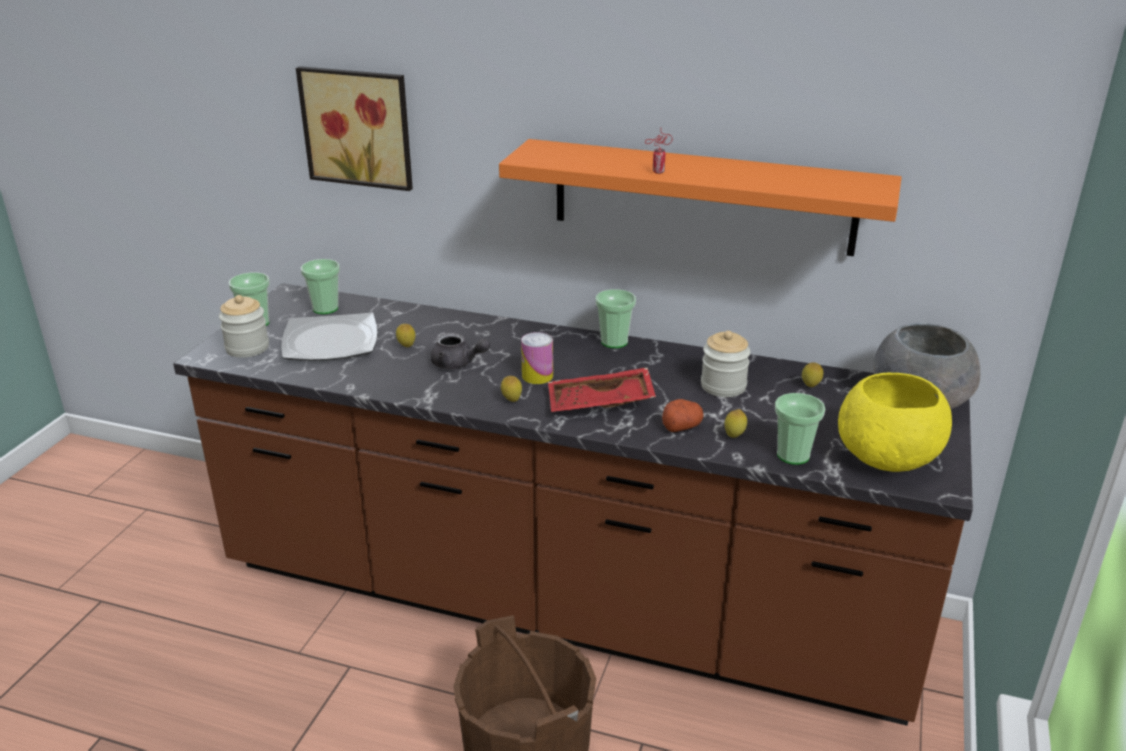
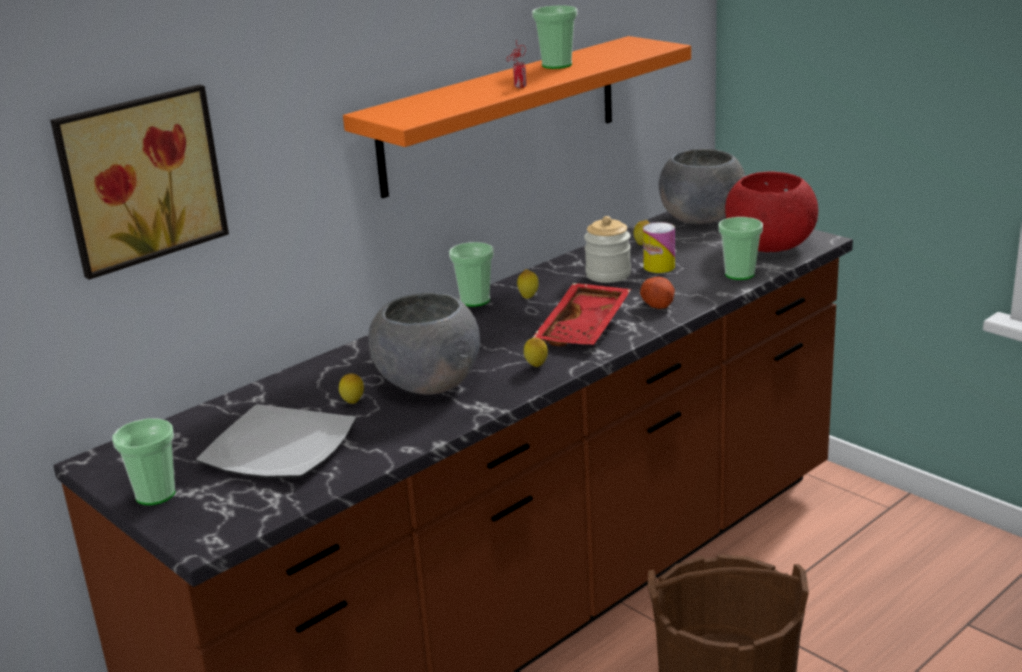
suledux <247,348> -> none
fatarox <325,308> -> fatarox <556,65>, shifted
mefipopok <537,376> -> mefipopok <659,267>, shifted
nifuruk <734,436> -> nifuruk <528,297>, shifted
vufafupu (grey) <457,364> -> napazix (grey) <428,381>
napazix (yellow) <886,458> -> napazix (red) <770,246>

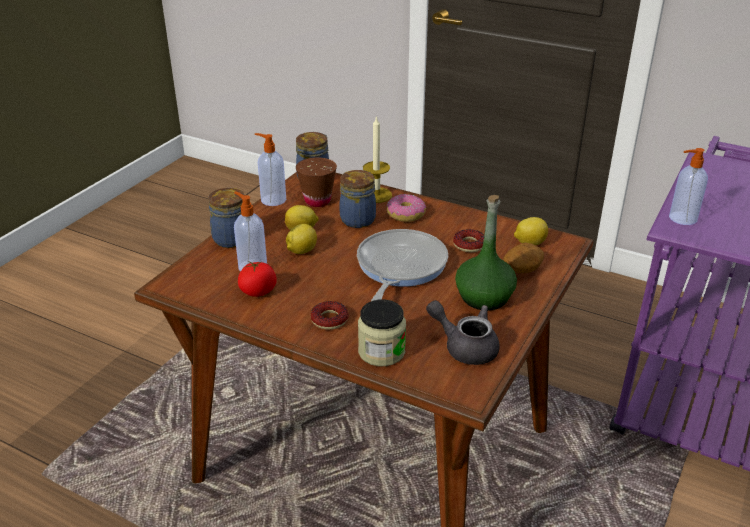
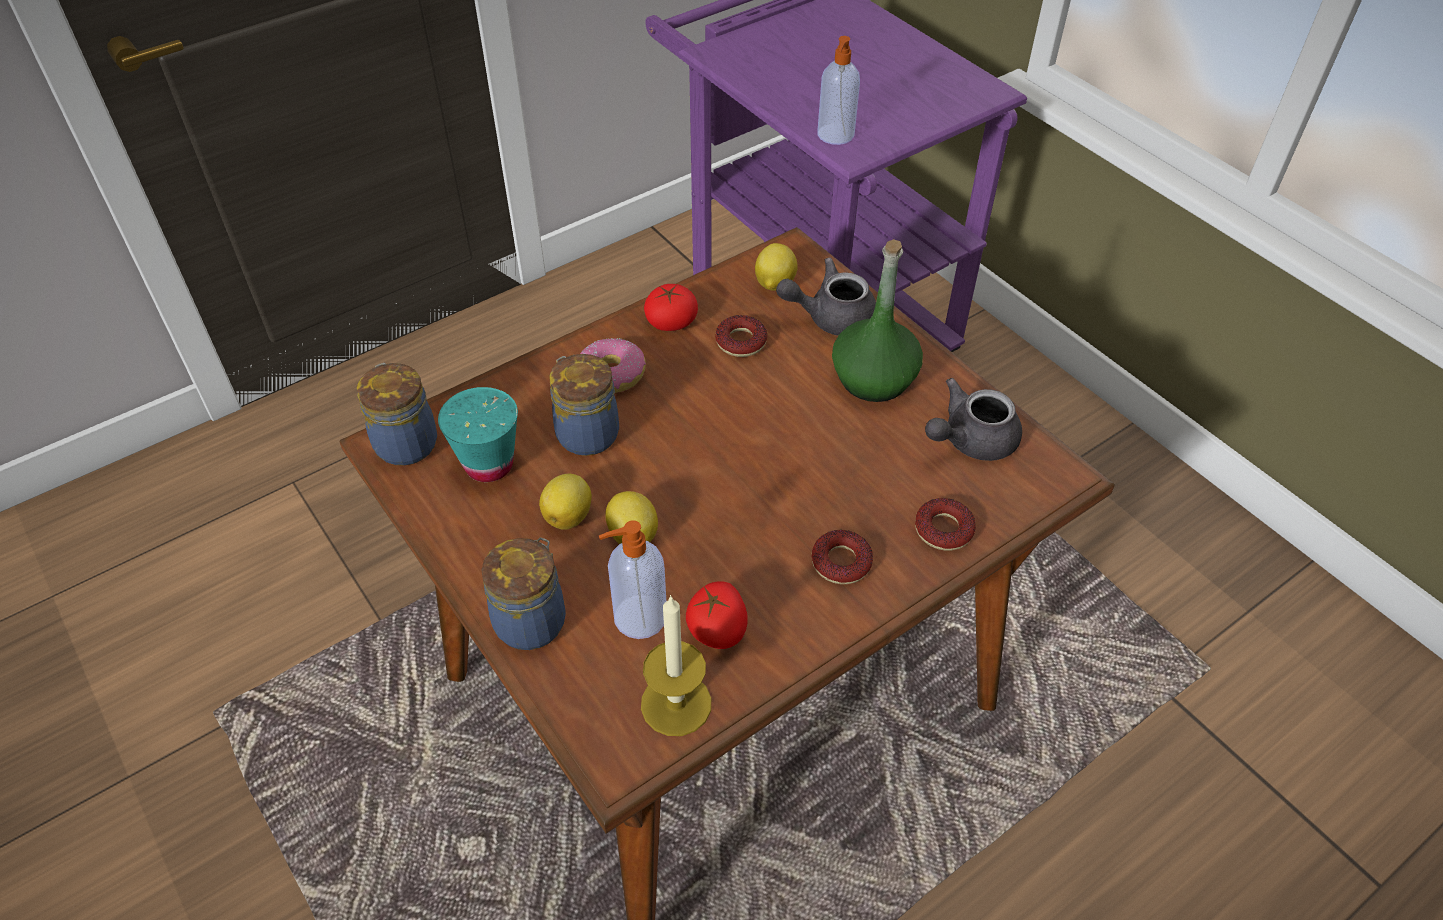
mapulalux <272,200> -> none
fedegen <399,267> -> none
none -> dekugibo <671,322>
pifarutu <376,195> -> pifarutu <676,704>, shifted
suledux <381,351> -> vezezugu <943,529>
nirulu <522,269> -> vufafupu (grey) <830,317>
fatarox (brown) <317,201> -> fatarox (turquoise) <489,465>

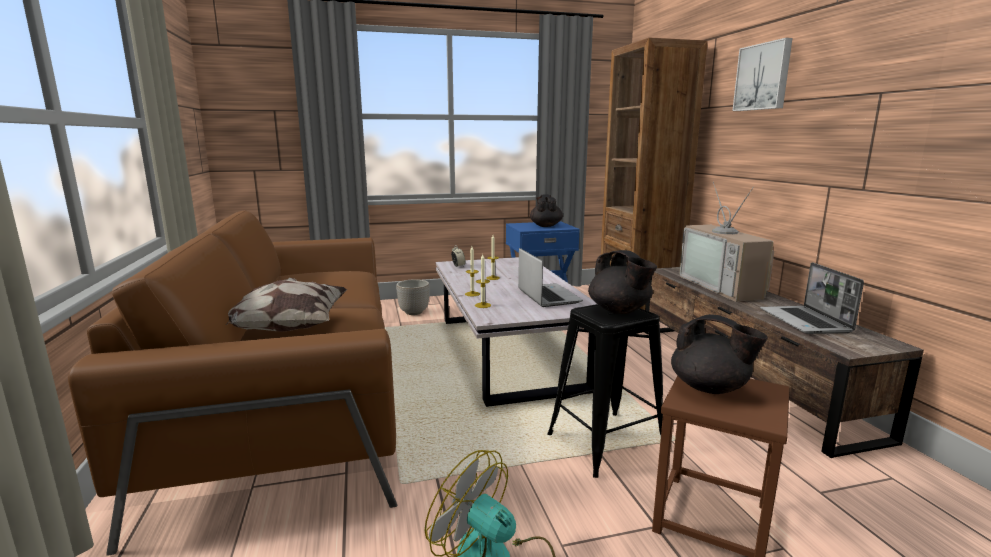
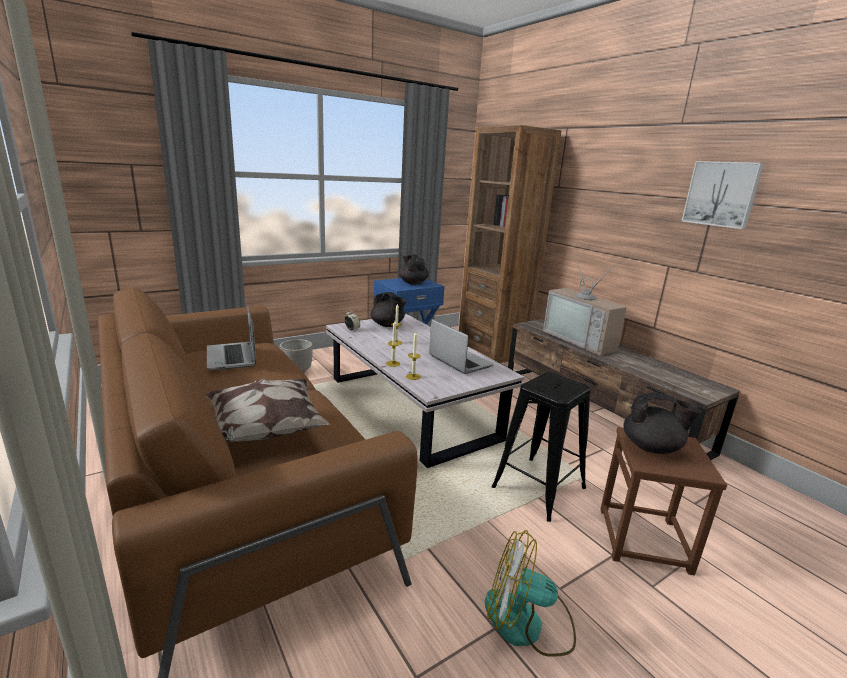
vufafupu (black) <619,311> -> vufafupu (black) <387,325>, shifted
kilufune <763,77> -> kilufune <721,194>, shifted
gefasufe <805,321> -> gefasufe <232,357>, shifted

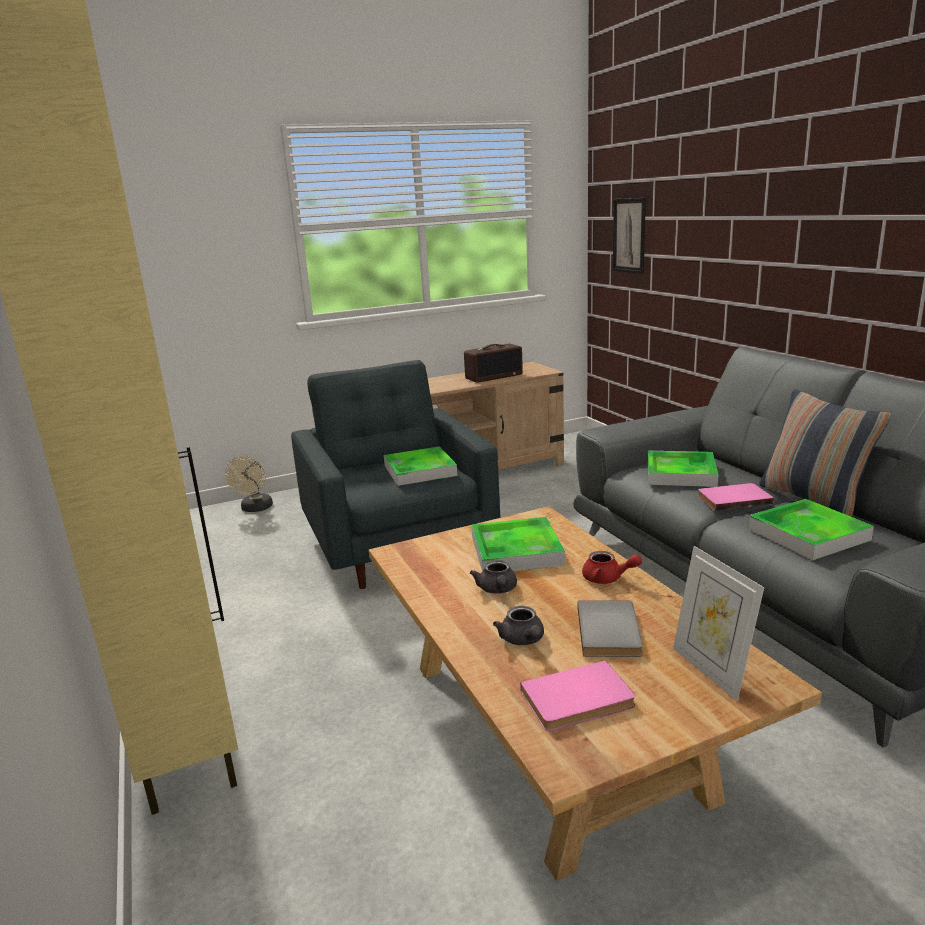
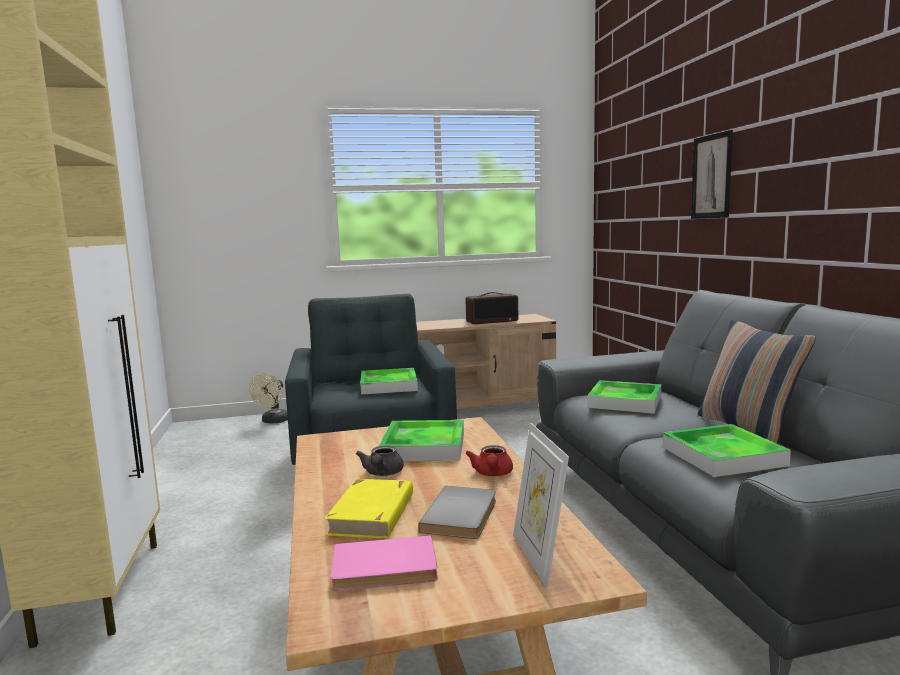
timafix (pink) <733,499> -> none
kilufune <629,235> -> kilufune <711,176>, shifted
vufafupu (grey) <523,640> -> timafix (yellow) <373,514>
vufafupu (red) <607,578> -> vufafupu (red) <492,474>, 60 degrees clockwise

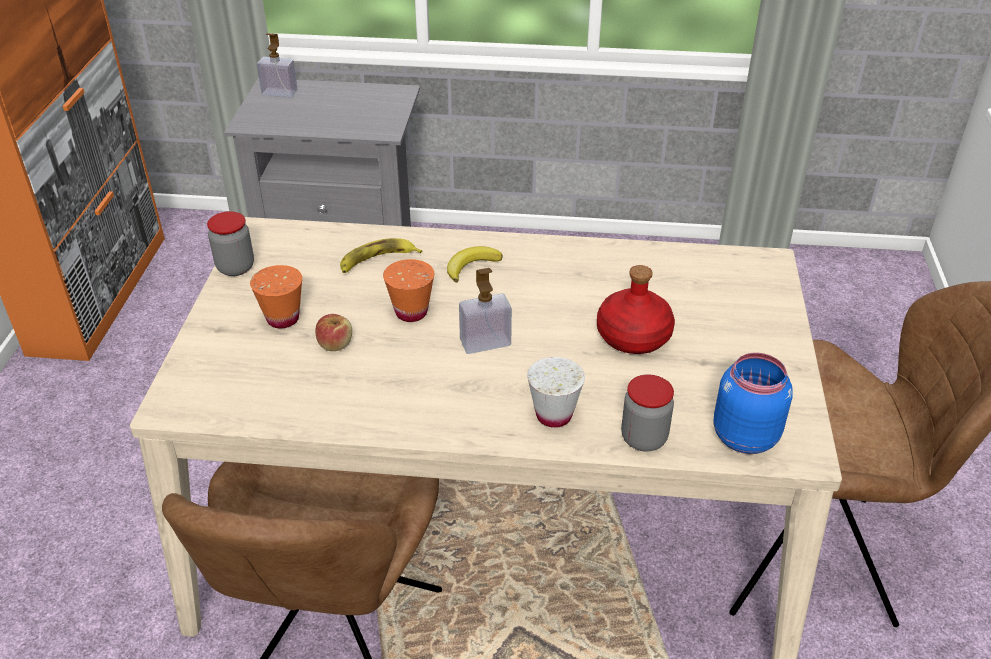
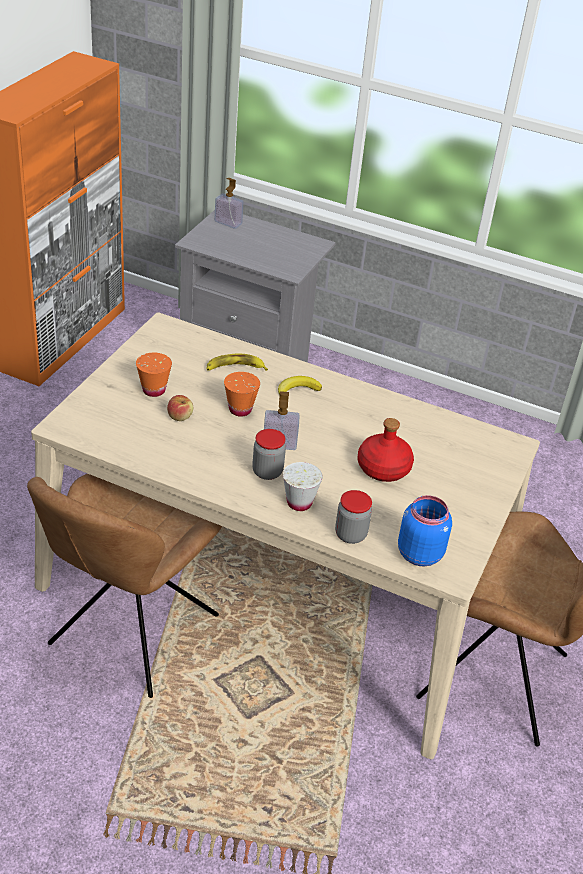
suledux <235,267> -> suledux <267,472>, shifted

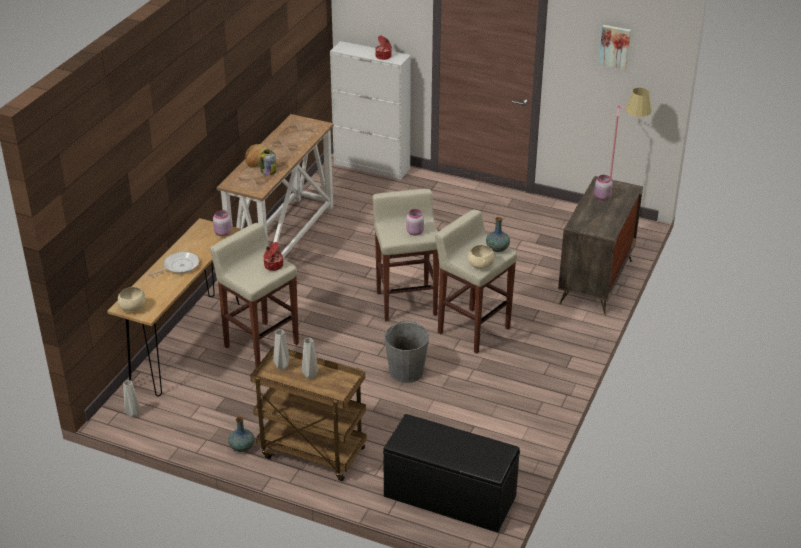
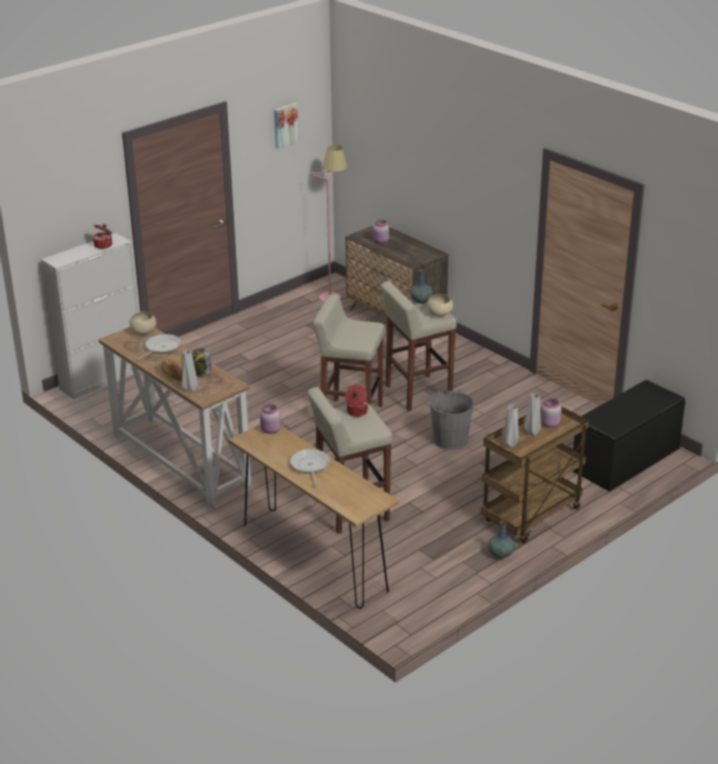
none -> fedegen <161,348>
napazix (beige) <132,308> -> napazix (beige) <144,332>, shifted
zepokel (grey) <133,414> -> zepokel (grey) <190,389>, shifted
suledux (pink) <414,232> -> suledux (pink) <549,424>, shifted

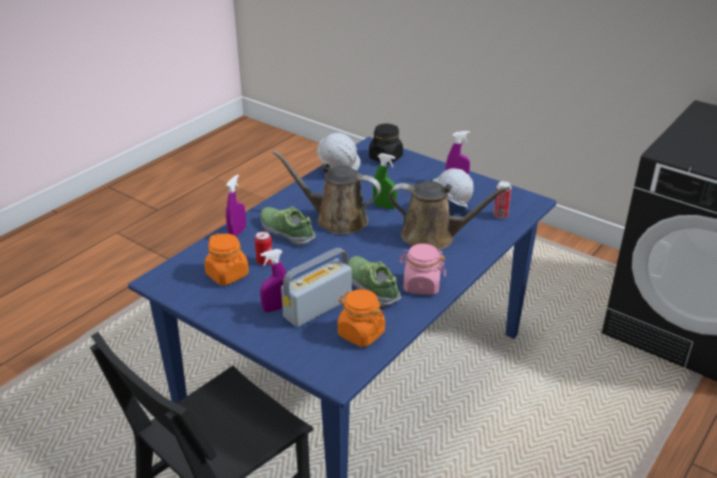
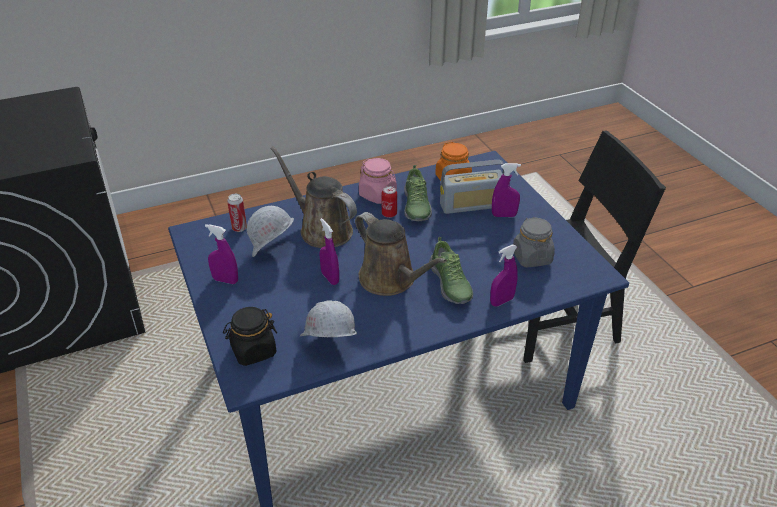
mefipopok <264,261> -> mefipopok <389,214>, shifted
suledux (orange) <227,275> -> suledux (grey) <531,257>
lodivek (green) <384,206> -> lodivek (purple) <330,278>

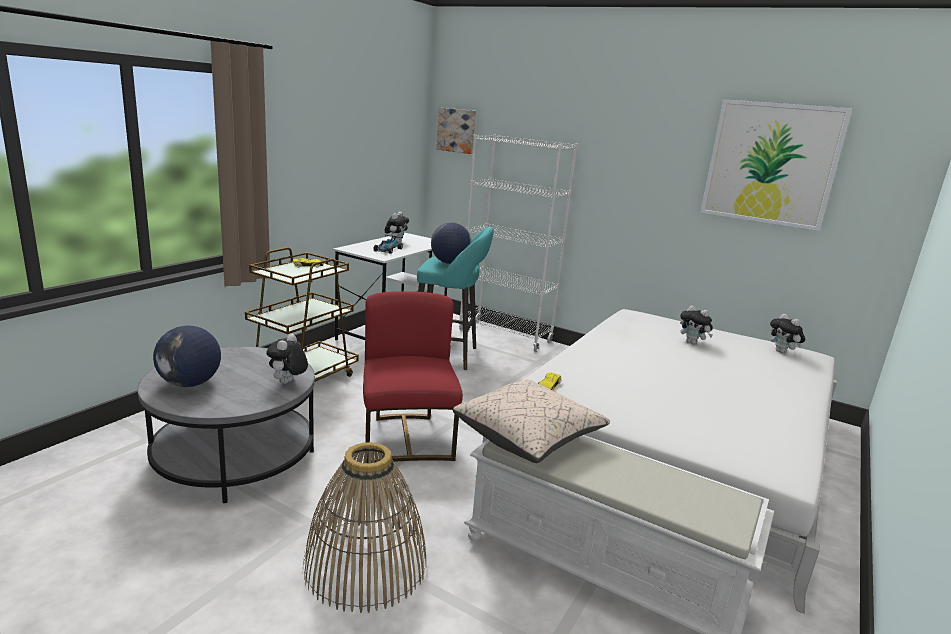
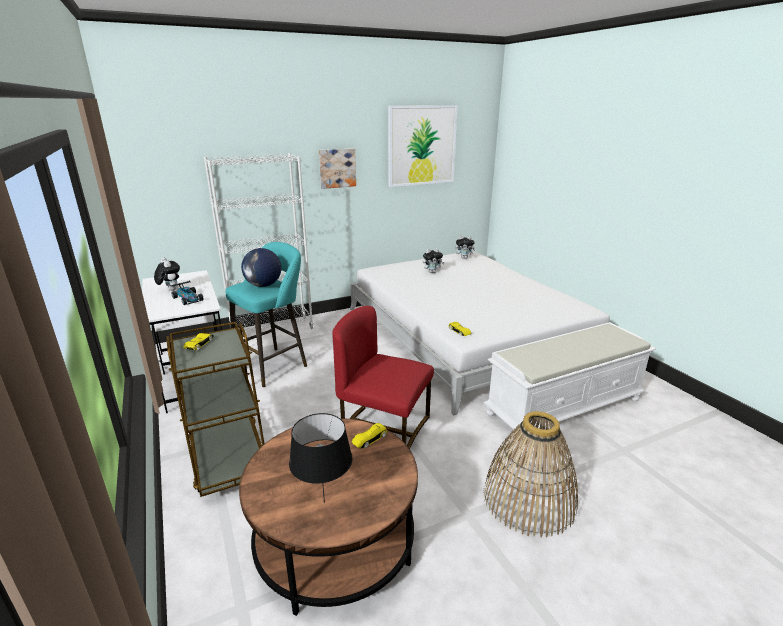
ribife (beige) <528,436> -> none
kilufune <457,130> -> kilufune <337,168>, shifted
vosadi <190,384> -> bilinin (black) <325,502>
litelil <288,383> -> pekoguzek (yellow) <369,438>
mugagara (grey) <234,456> -> mugagara (brown) <335,541>

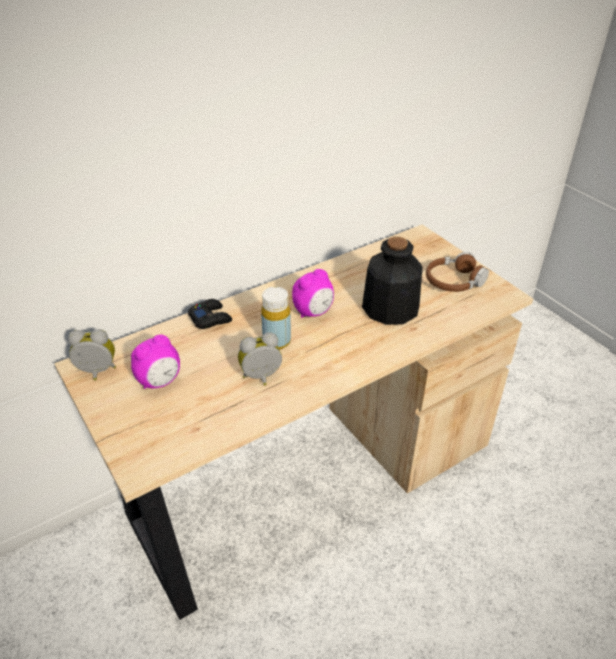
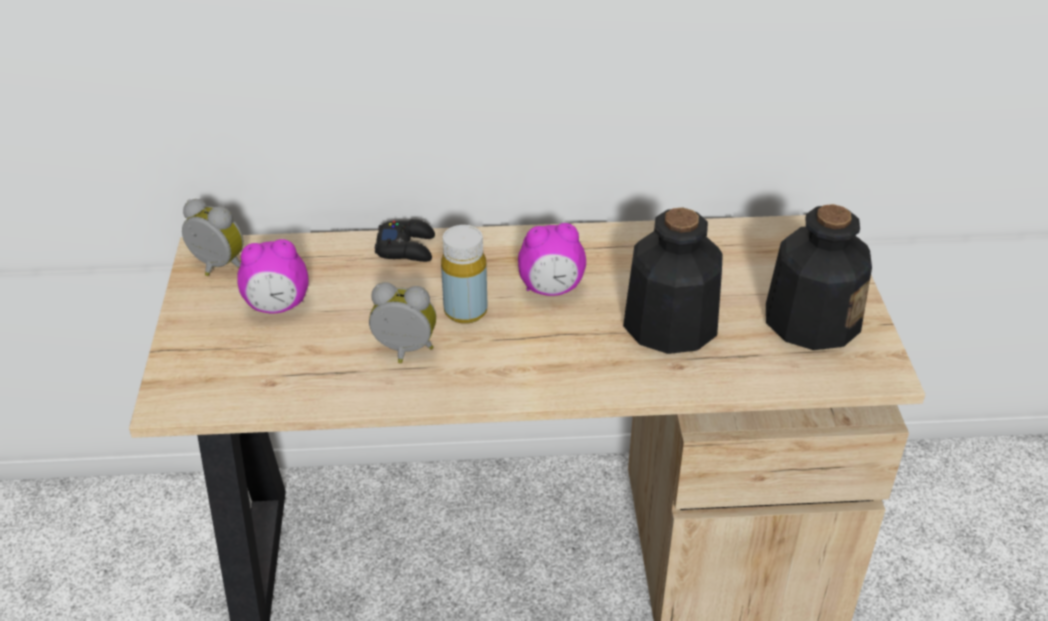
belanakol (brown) <453,281> -> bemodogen <810,320>

